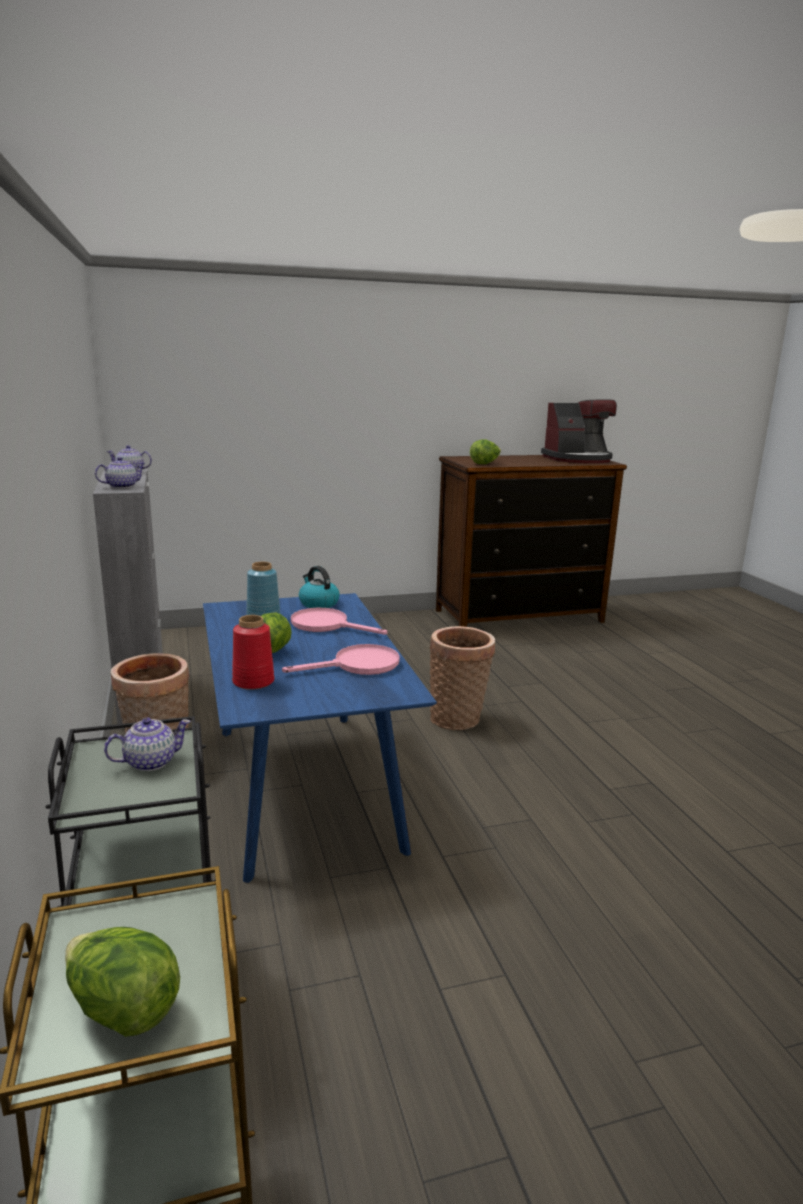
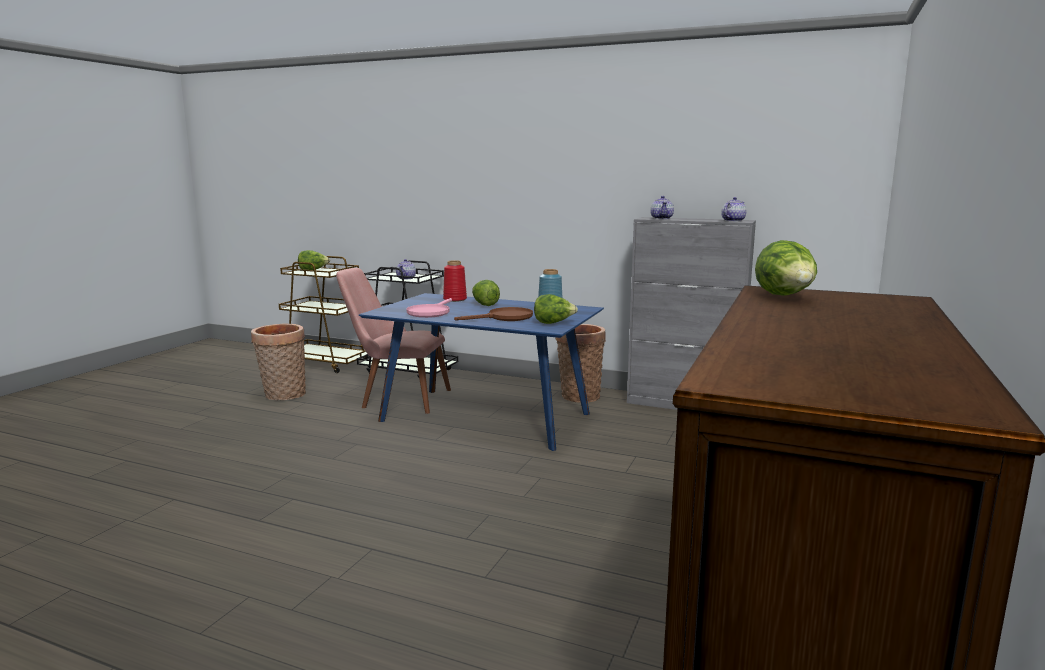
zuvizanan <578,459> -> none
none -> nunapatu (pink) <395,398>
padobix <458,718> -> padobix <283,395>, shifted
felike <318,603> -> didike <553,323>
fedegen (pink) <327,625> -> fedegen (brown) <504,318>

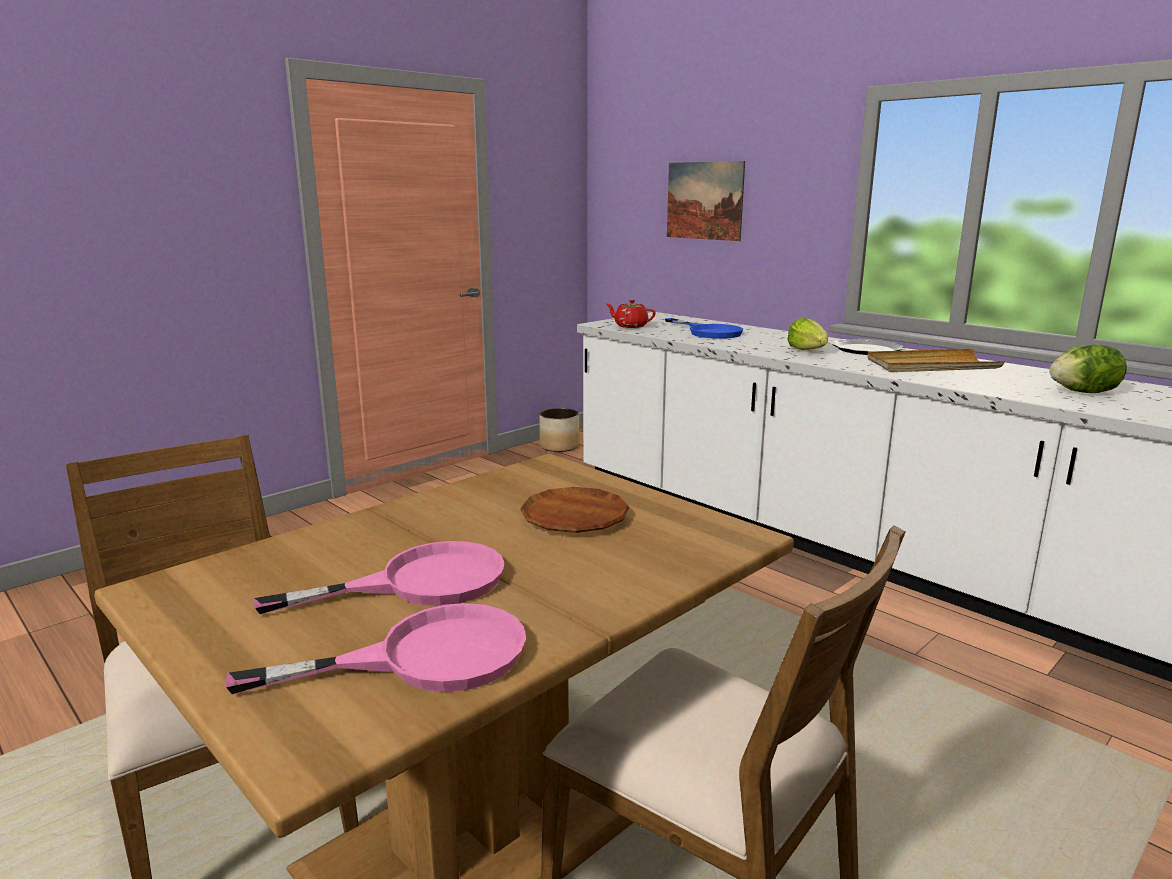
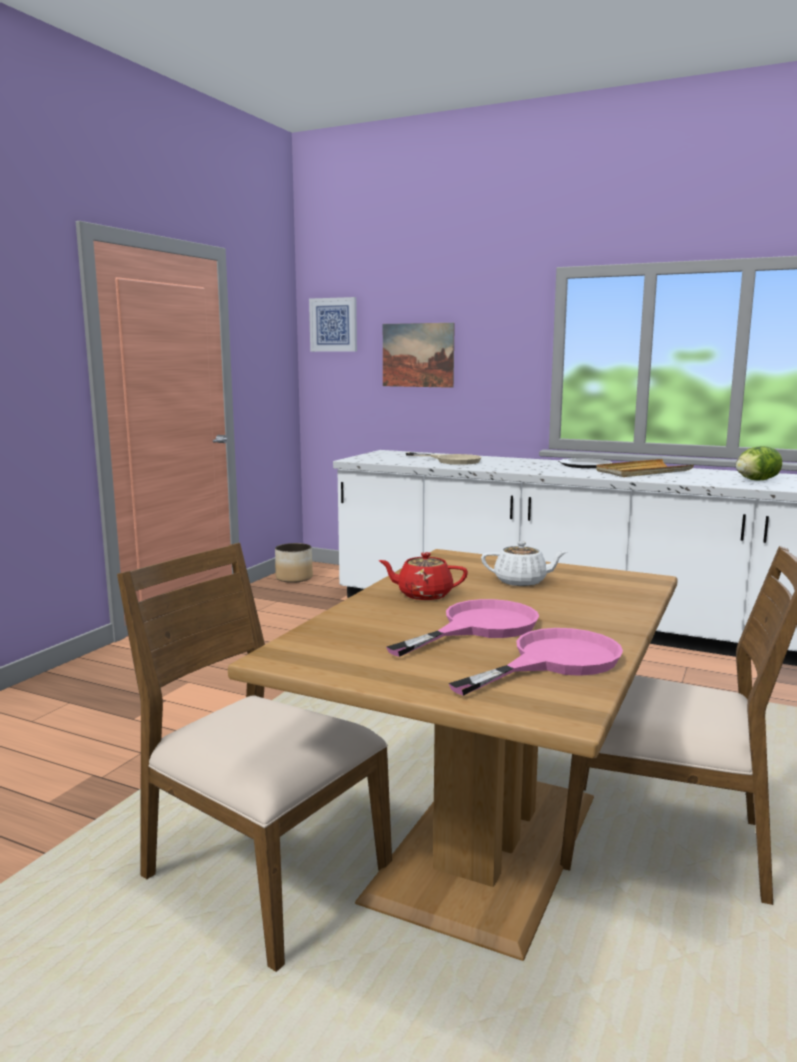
didike <808,350> -> none
none -> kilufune <333,325>
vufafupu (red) <630,326> -> vufafupu (red) <423,595>, shifted
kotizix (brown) <574,517> -> vufafupu (white) <521,581>
fedegen (blue) <709,332> -> fedegen (beige) <451,461>

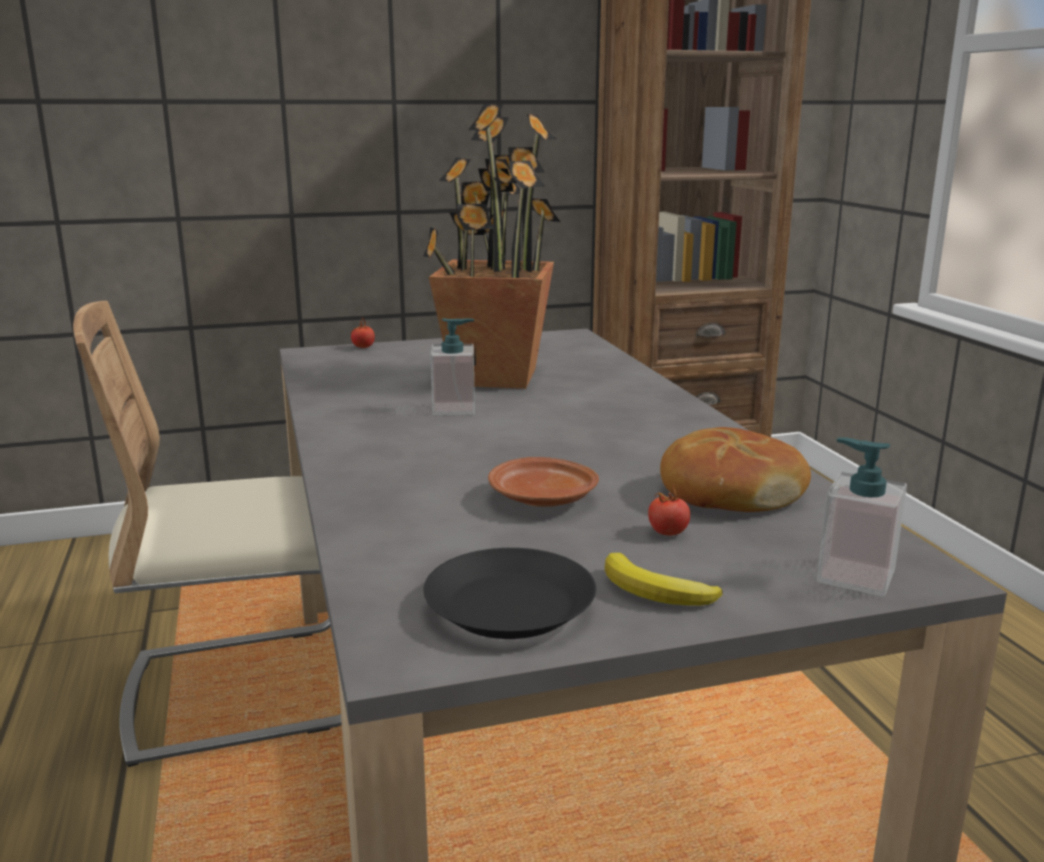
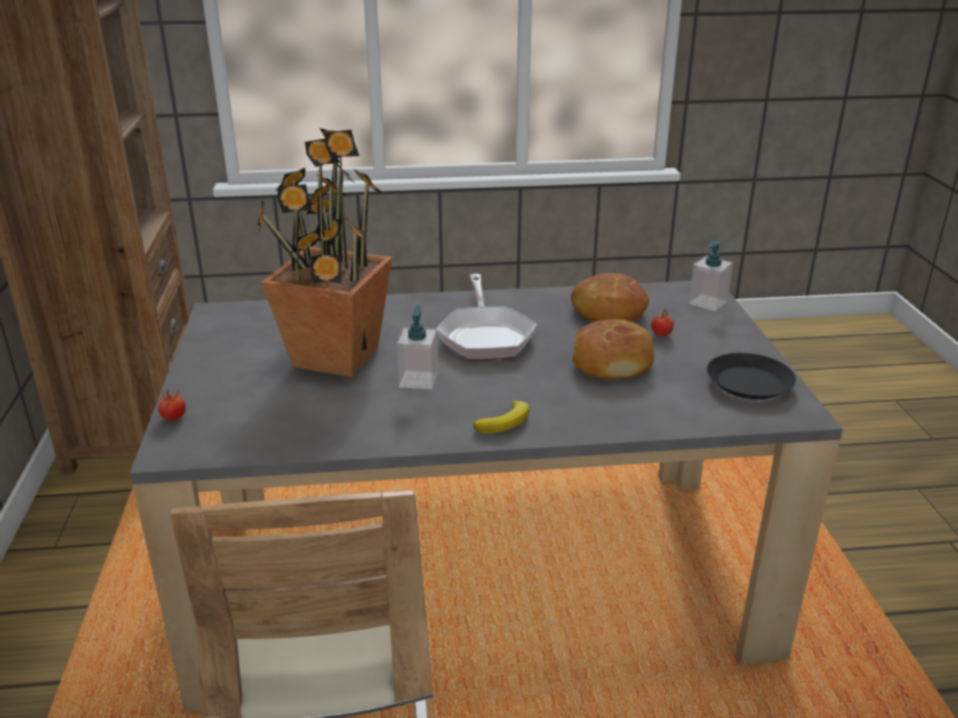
none -> fedegen <485,336>
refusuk <657,591> -> refusuk <505,422>, shifted
kotizix (brown) <543,499> -> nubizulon <612,362>

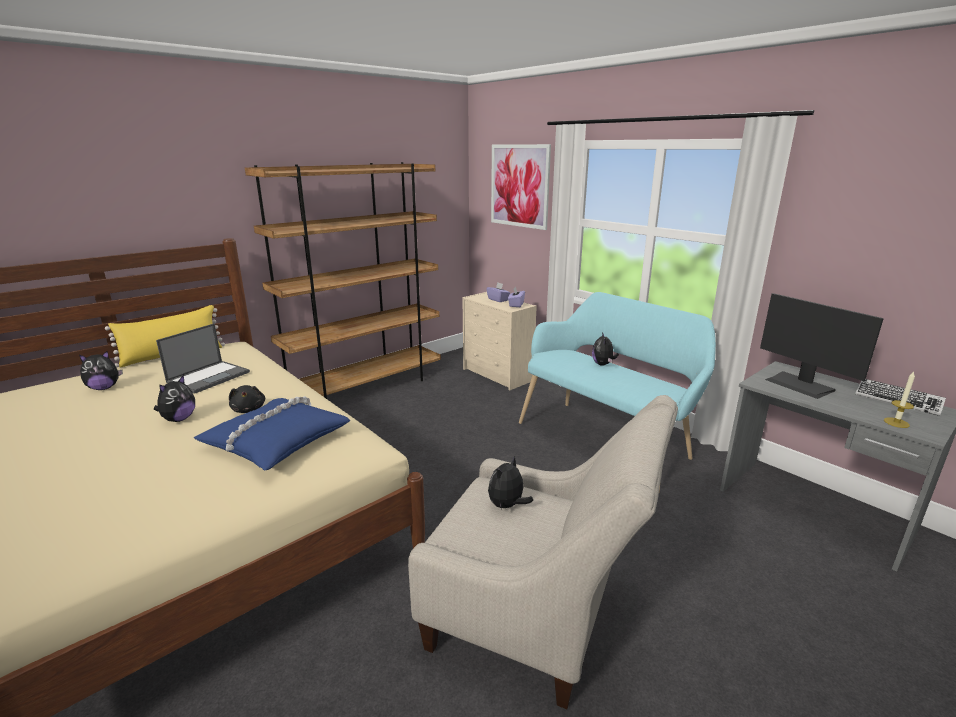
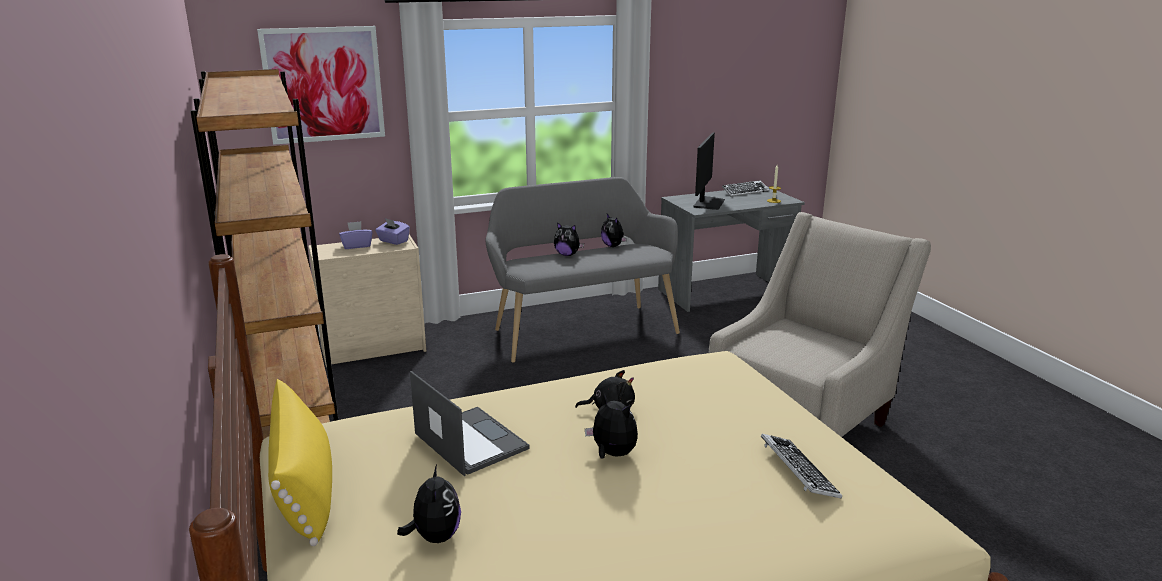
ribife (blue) <276,441> -> none
none -> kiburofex <798,471>
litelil <507,506> -> litelil <613,246>, shifted
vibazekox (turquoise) <607,439> -> vibazekox (grey) <581,329>
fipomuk <800,385> -> fipomuk <708,203>, 60 degrees counterclockwise

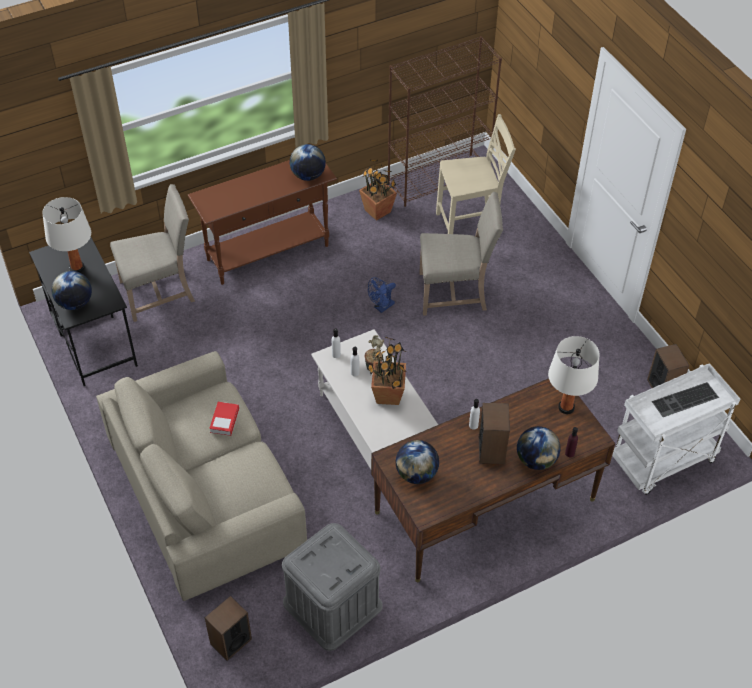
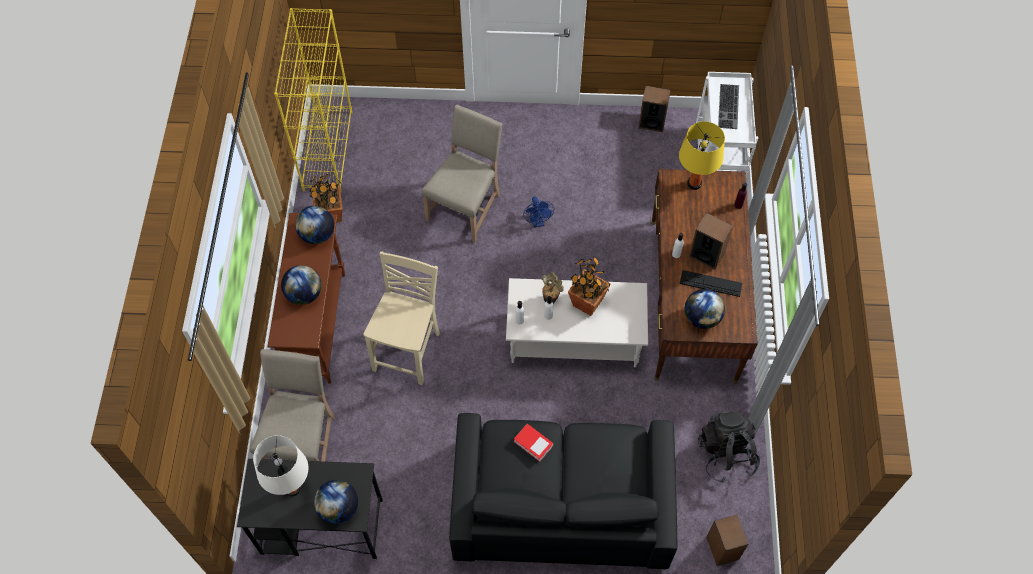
none -> kiburofex <710,283>
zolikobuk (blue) <382,307> -> zolikobuk (blue) <538,222>, shifted
nunapatu (beige) <469,226> -> nunapatu (beige) <409,351>, shifted
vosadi <536,460> -> vosadi <304,294>, shifted
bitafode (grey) <332,604> -> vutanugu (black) <726,454>
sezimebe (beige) <206,491> -> sezimebe (black) <561,501>
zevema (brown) <438,179> -> zevema (yellow) <327,150>
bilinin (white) <566,407> -> bilinin (yellow) <694,183>

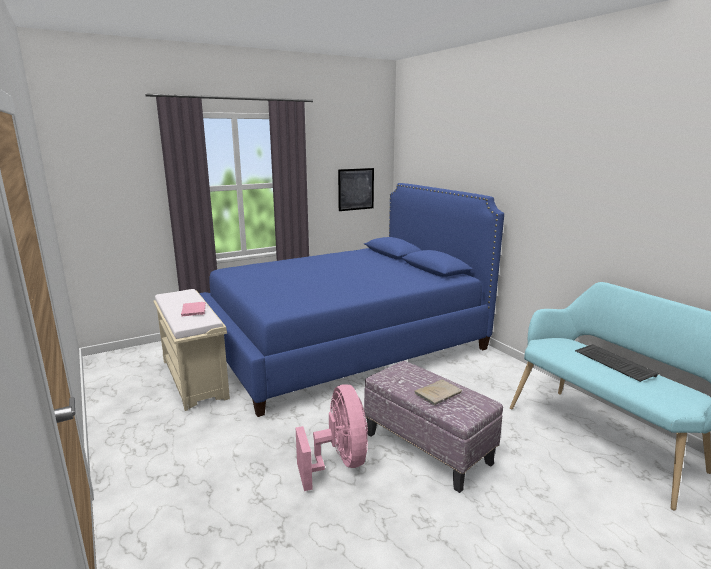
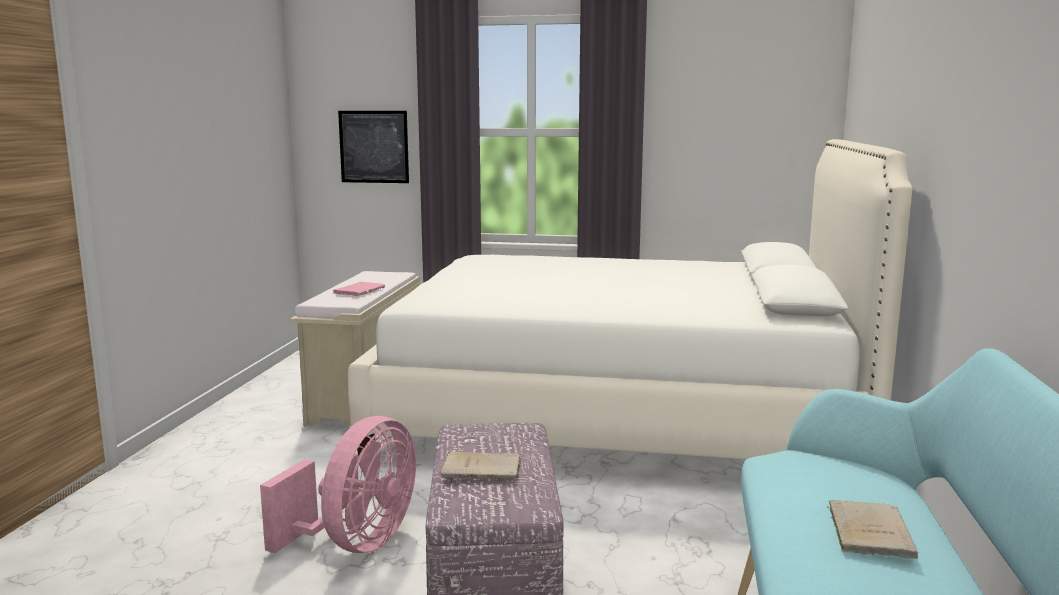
kilufune <356,189> -> kilufune <374,147>, shifted
kiburofex <612,363> -> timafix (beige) <869,531>
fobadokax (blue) <343,343> -> fobadokax (white) <618,414>

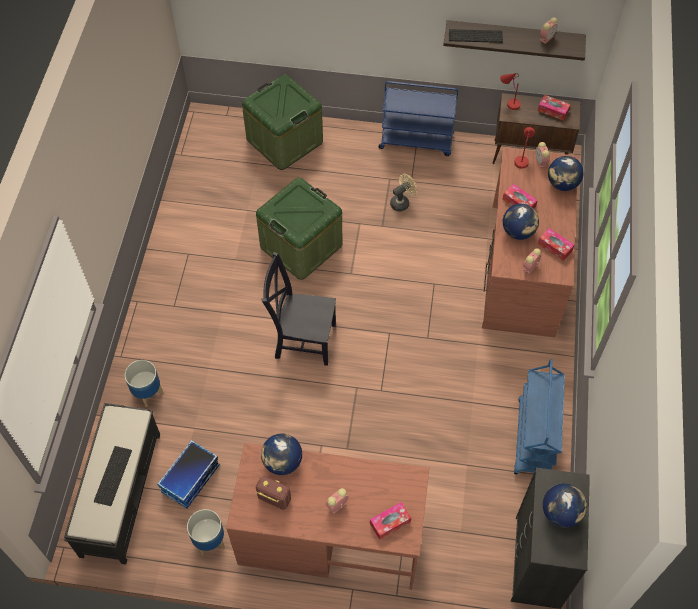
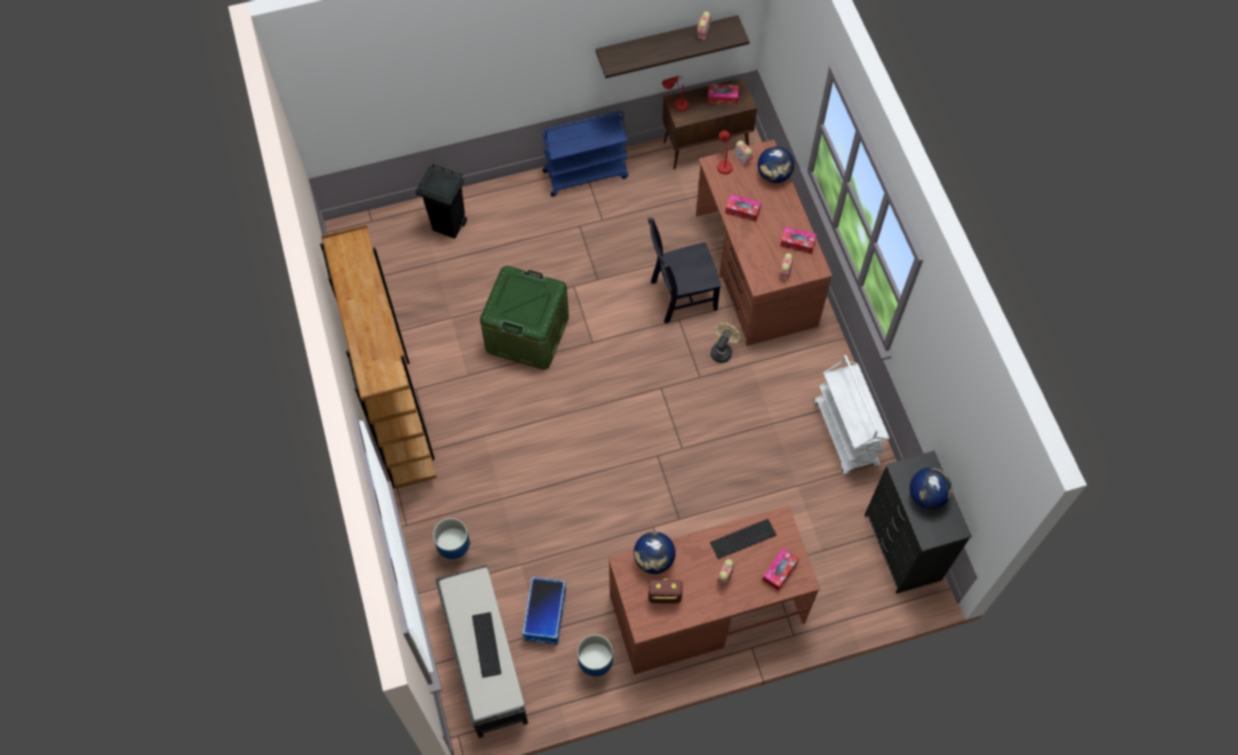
vosadi <518,232> -> none
none -> zevema (brown) <398,415>
nunapatu (black) <302,340> -> nunapatu (black) <680,296>, shifted
zolikobuk (beige) <402,202> -> zolikobuk (beige) <722,350>, shifted
kiburofex <475,37> -> kiburofex <743,540>, shifted
bitafode (green) <284,141> -> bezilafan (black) <449,226>
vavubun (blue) <534,439> -> vavubun (white) <846,434>

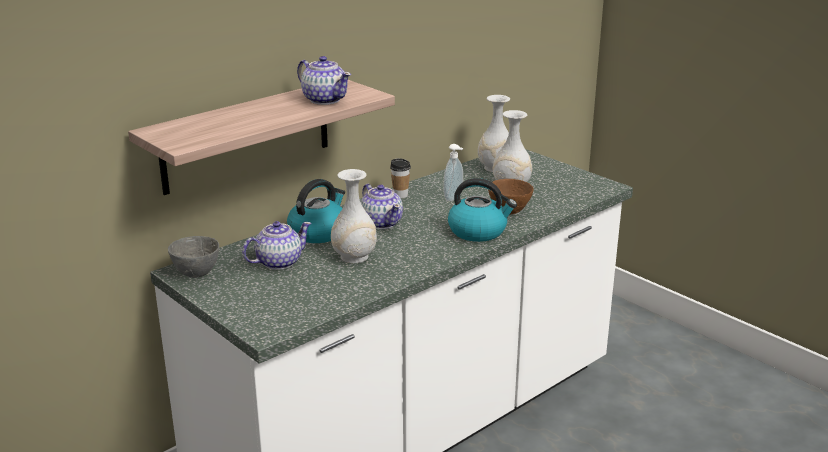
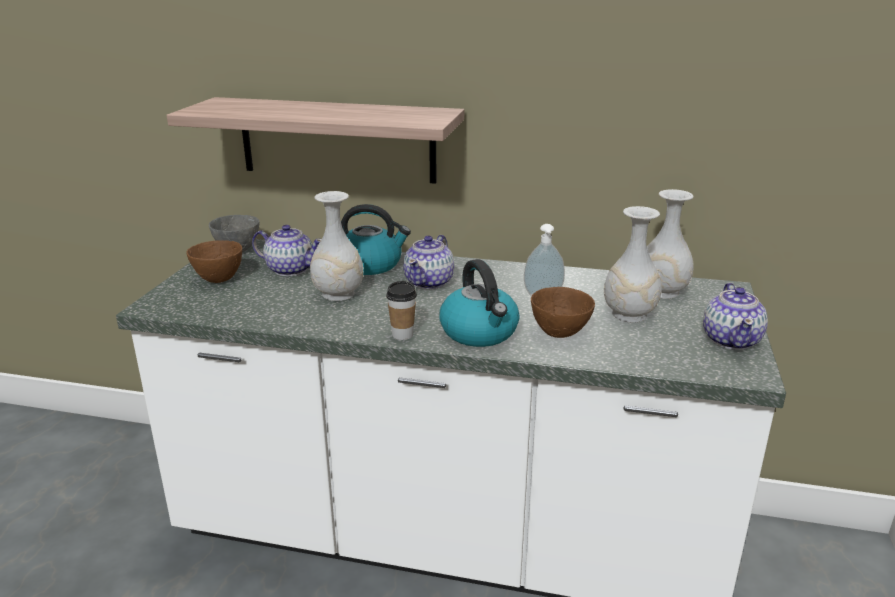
none -> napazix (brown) <218,279>
vufafupu <325,99> -> vufafupu <731,340>, shifted
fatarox <400,195> -> fatarox <402,335>, shifted

